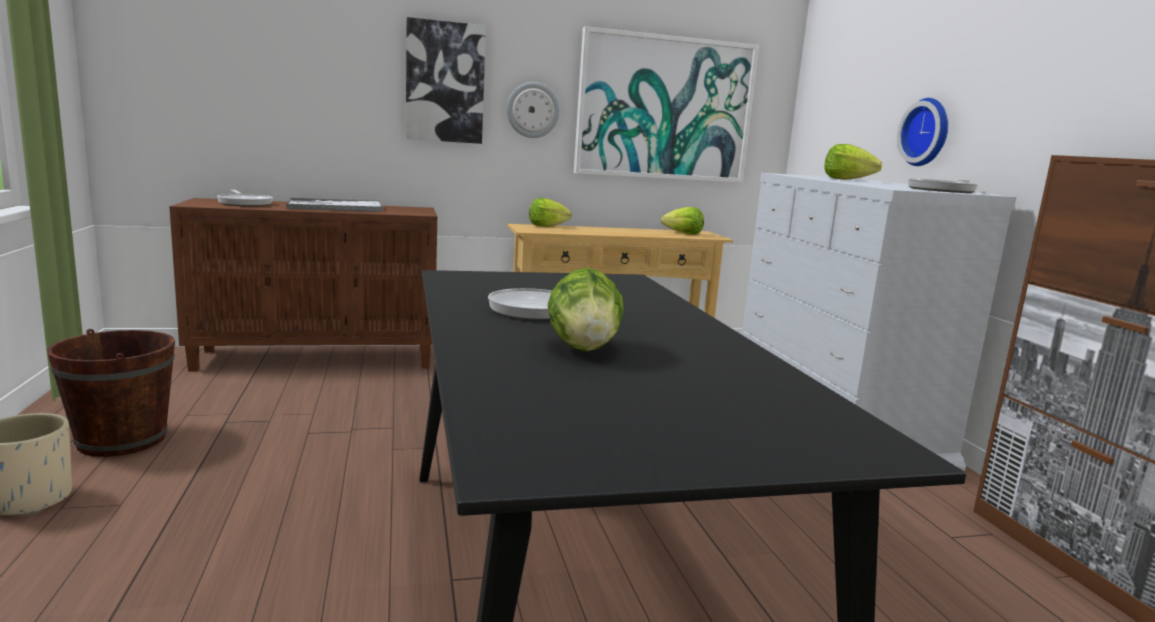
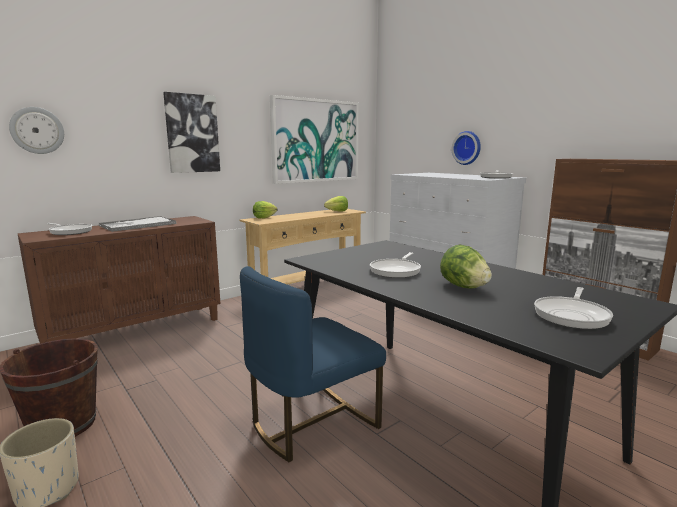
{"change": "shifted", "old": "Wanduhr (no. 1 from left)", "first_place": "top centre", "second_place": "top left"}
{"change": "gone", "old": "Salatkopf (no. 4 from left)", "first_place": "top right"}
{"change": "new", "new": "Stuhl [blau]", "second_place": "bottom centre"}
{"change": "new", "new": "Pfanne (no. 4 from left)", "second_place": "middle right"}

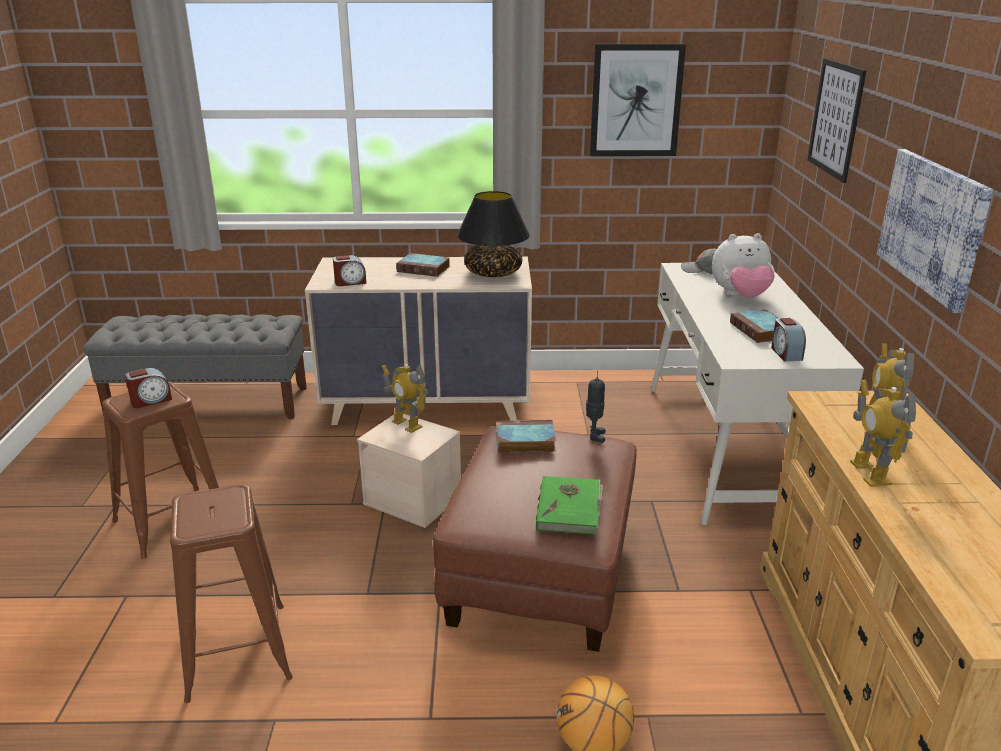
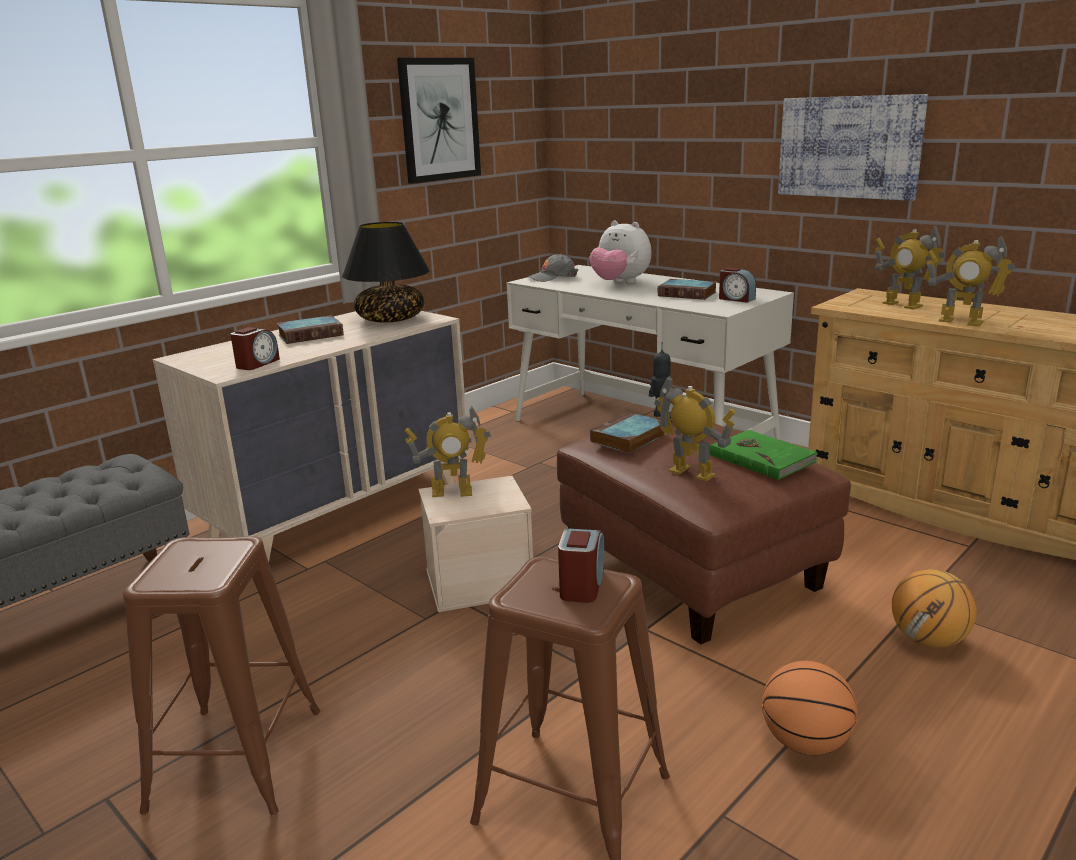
{"change": "gone", "old": "Bild (no. 2 from left)", "first_place": "top right"}
{"change": "rotated", "old": "Plüschtier", "first_place": "middle right", "second_place": "top centre", "degrees": 90}
{"change": "shifted", "old": "Wecker (no. 1 from left in the first image)", "new": "Wecker (no. 2 from left)", "first_place": "middle left", "second_place": "centre"}
{"change": "new", "new": "Spielzeugroboter (no. 3 from left)", "second_place": "centre"}
{"change": "new", "new": "Basketball (no. 1 from left)", "second_place": "bottom right"}

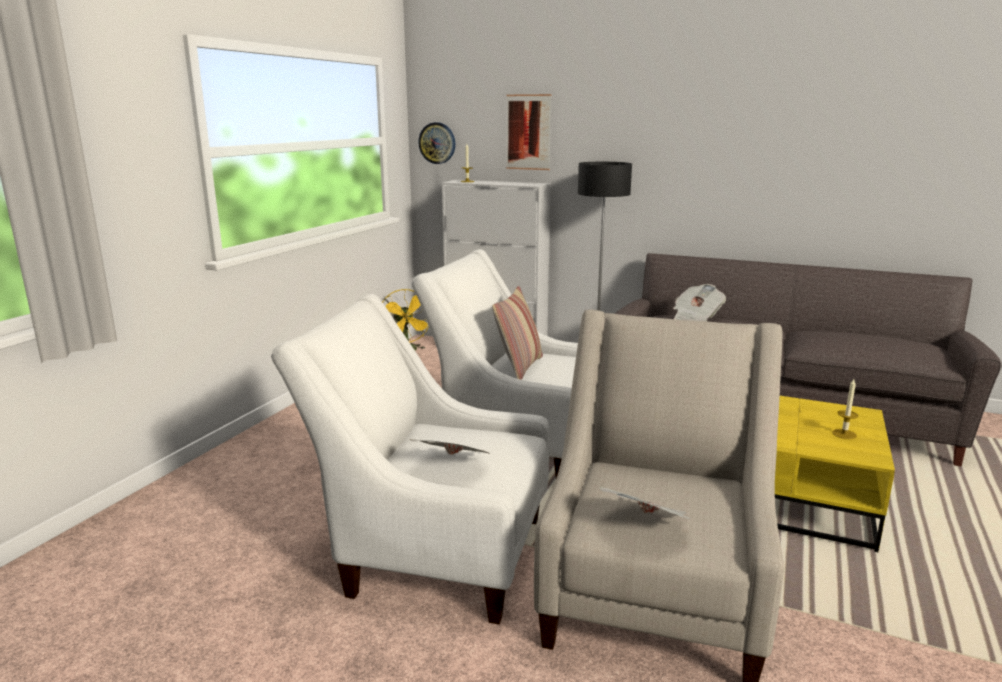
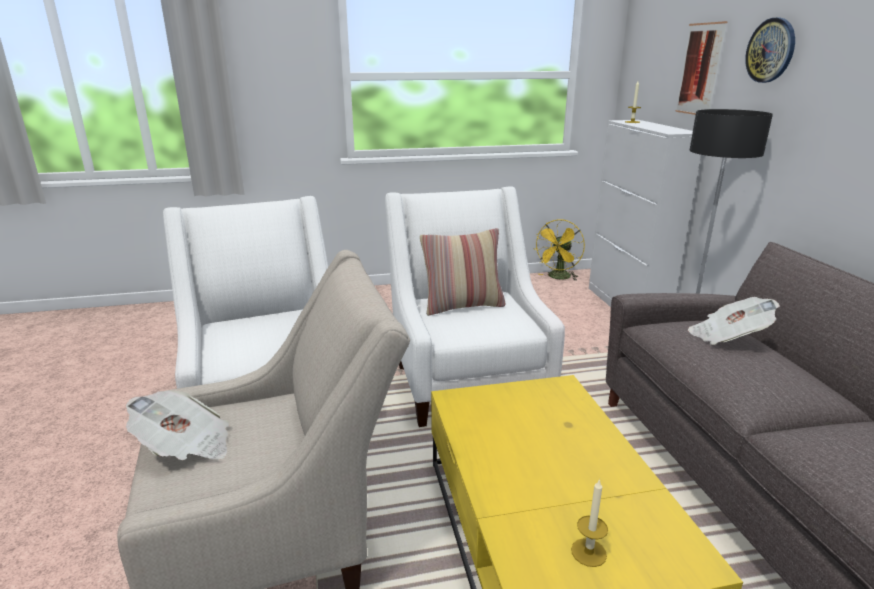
{"change": "shifted", "old": "Wanduhr", "first_place": "top centre", "second_place": "top right"}
{"change": "gone", "old": "Zeitung (no. 1 from left)", "first_place": "centre"}

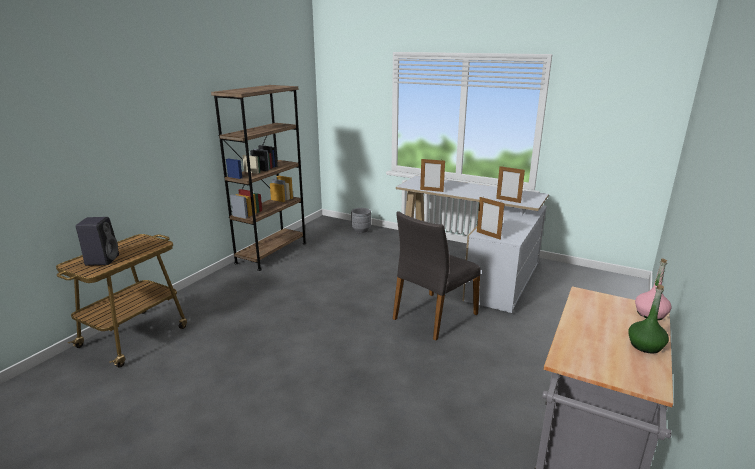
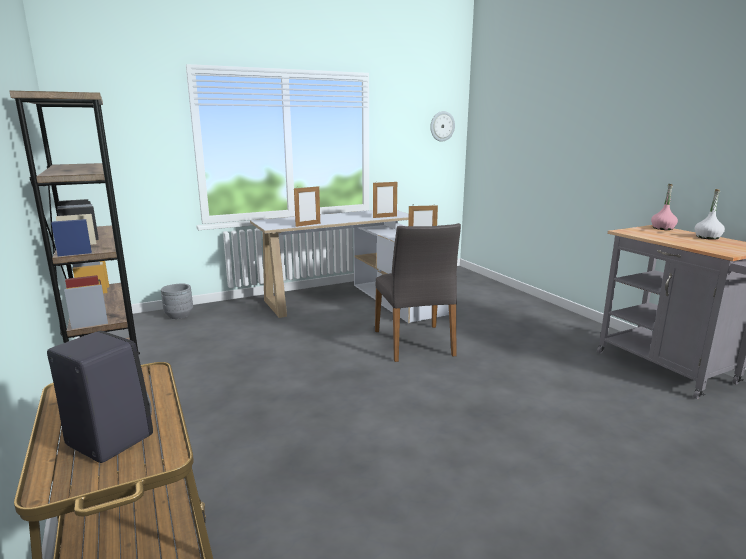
{"change": "repainted", "old": "Flasche [grün]", "new": "Flasche [weiß]", "first_place": "bottom right", "second_place": "middle right"}
{"change": "new", "new": "Wanduhr", "second_place": "top centre"}

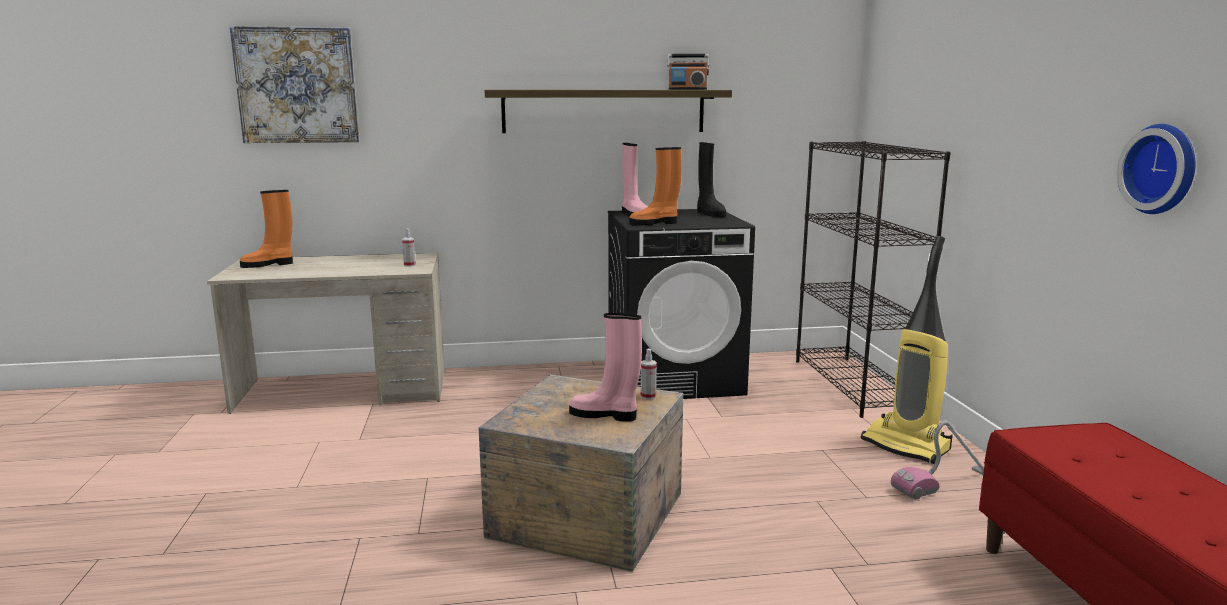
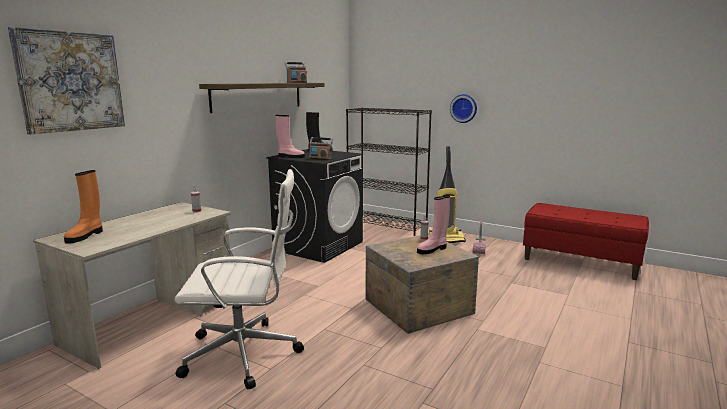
{"change": "shifted", "old": "Wanduhr", "first_place": "top right", "second_place": "top centre"}
{"change": "swapped", "old": "Stiefel [orange] (no. 2 from left)", "new": "Radio (no. 2 from left)", "first_place": "top centre", "second_place": "centre"}
{"change": "new", "new": "Bürostuhl [weiß]", "second_place": "bottom left"}

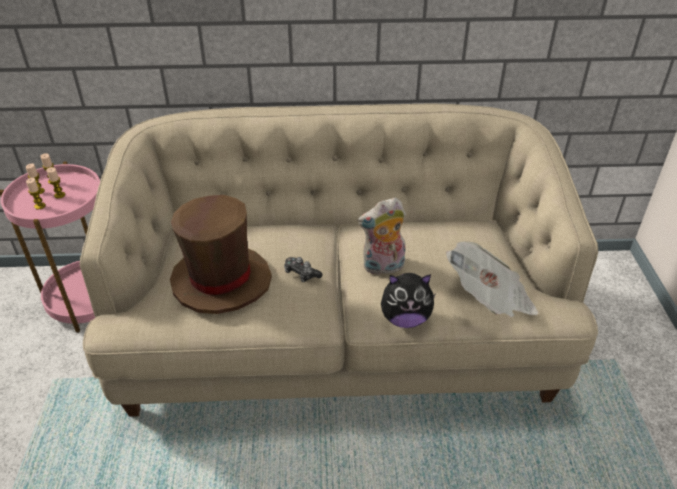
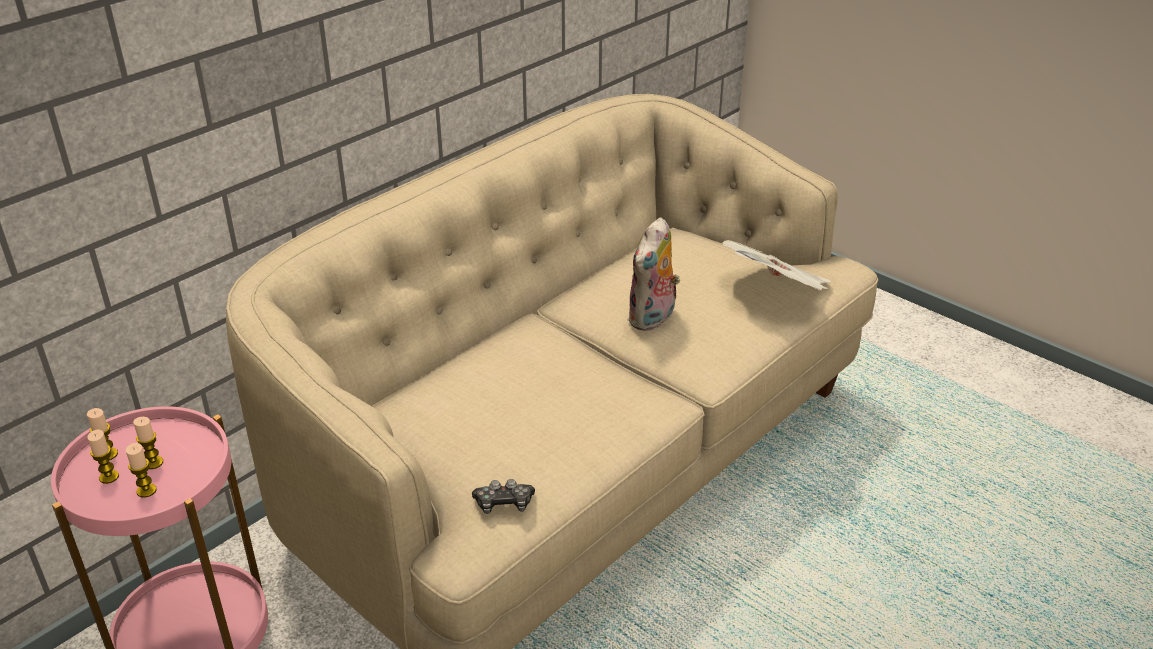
{"change": "gone", "old": "Hut [braun]", "first_place": "middle left"}
{"change": "shifted", "old": "Gamepad", "first_place": "centre", "second_place": "bottom centre"}
{"change": "gone", "old": "Plüschtier (no. 2 from left)", "first_place": "centre"}

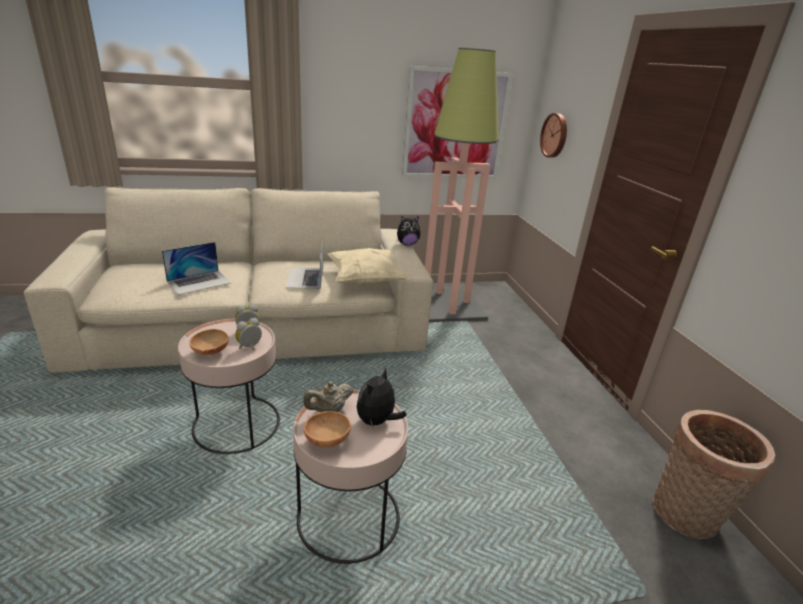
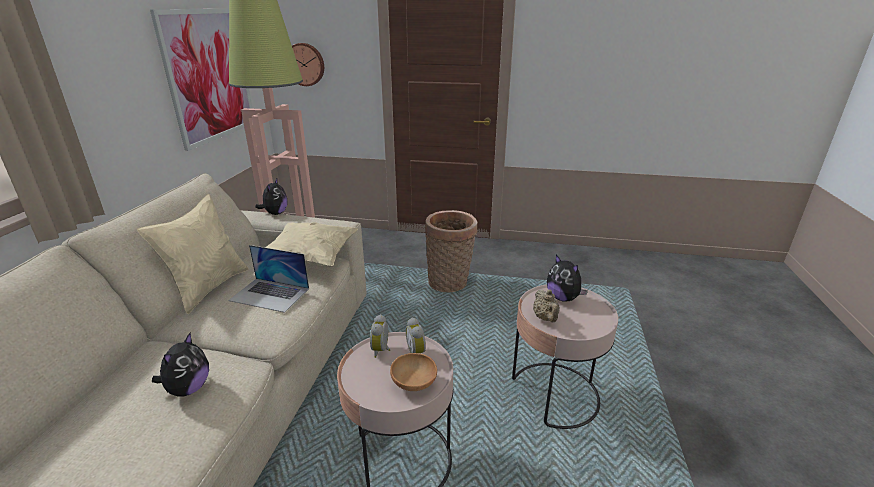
{"change": "swapped", "old": "Laptop (no. 1 from left)", "new": "Plüschtier (no. 1 from left)", "first_place": "middle left", "second_place": "bottom left"}
{"change": "shifted", "old": "Korb", "first_place": "bottom right", "second_place": "centre"}
{"change": "gone", "old": "Schüssel [braun] (no. 2 from left)", "first_place": "bottom centre"}
{"change": "new", "new": "Kissen [beige] (no. 1 from left)", "second_place": "middle left"}

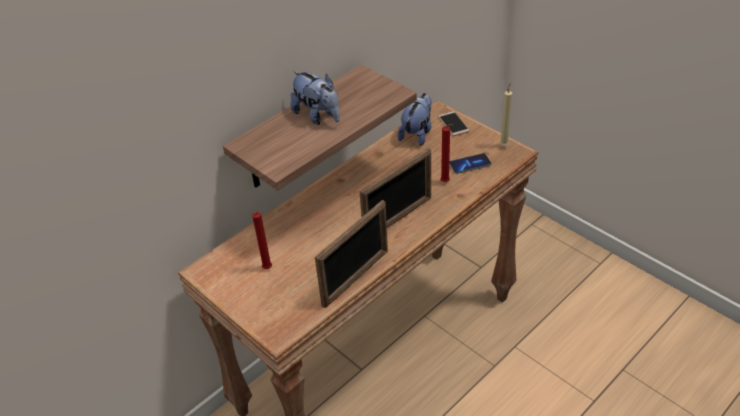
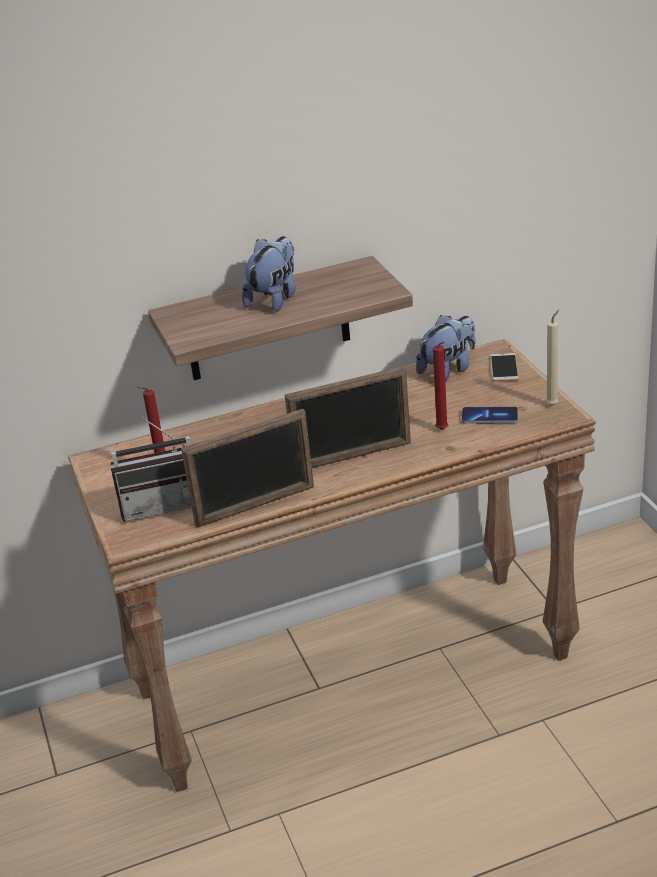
{"change": "rotated", "old": "Plüschtier (no. 1 from left)", "first_place": "top centre", "second_place": "top centre", "degrees": -135}
{"change": "new", "new": "Radio", "second_place": "middle left"}

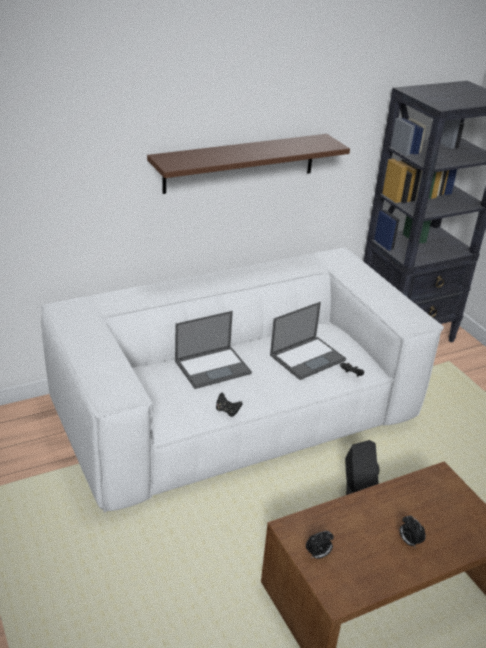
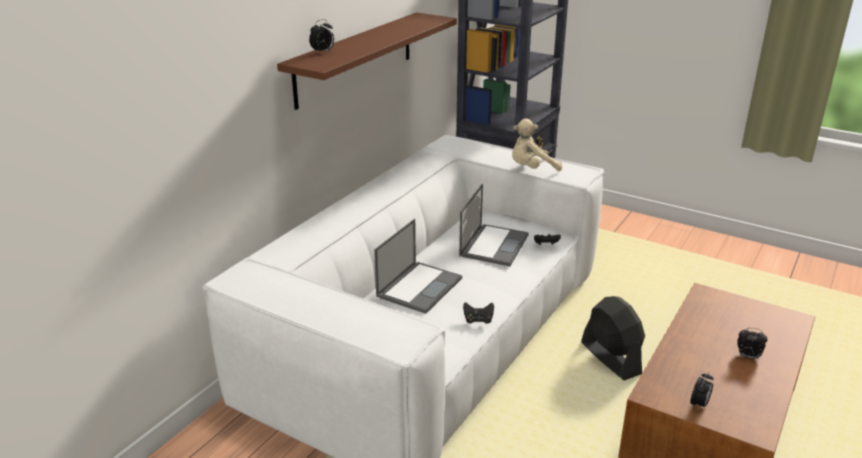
{"change": "new", "new": "Wecker (no. 1 from left)", "second_place": "top centre"}
{"change": "new", "new": "Plüschtier [beige]", "second_place": "top centre"}

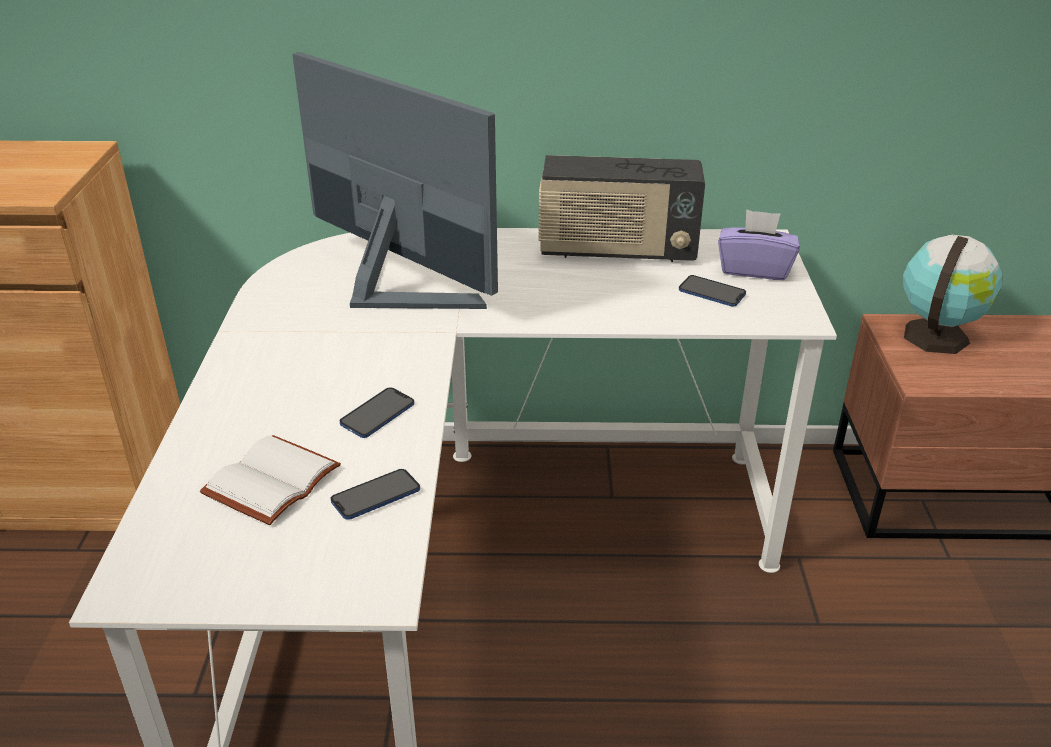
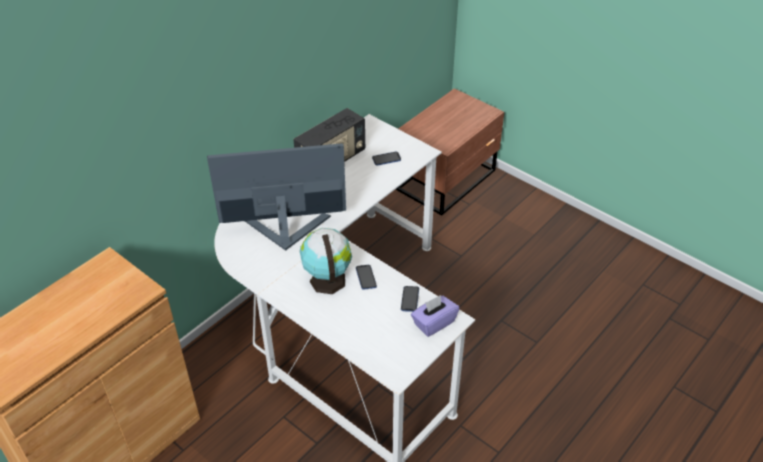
{"change": "shifted", "old": "Taschentuchbox [lila]", "first_place": "top right", "second_place": "bottom centre"}
{"change": "shifted", "old": "Globus", "first_place": "middle right", "second_place": "centre"}
{"change": "gone", "old": "Buch [weiß]", "first_place": "middle left"}

